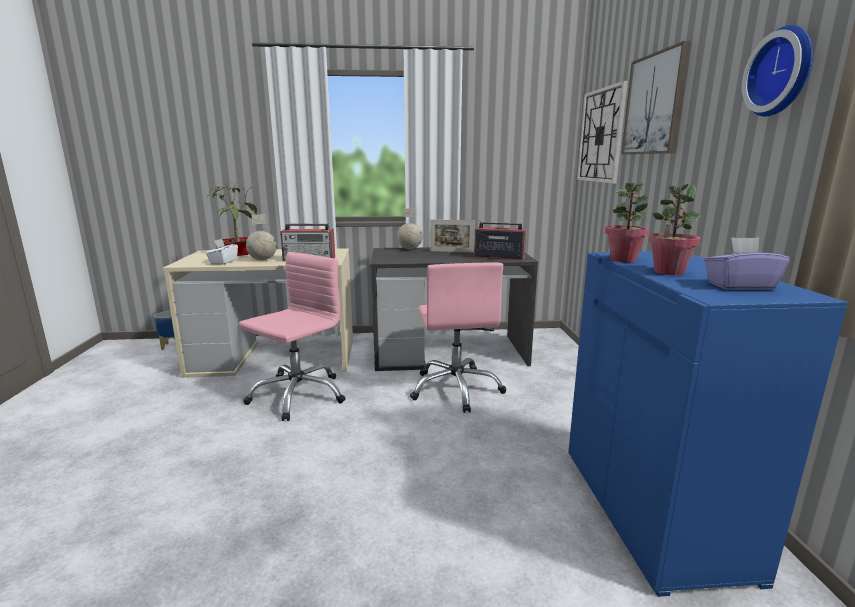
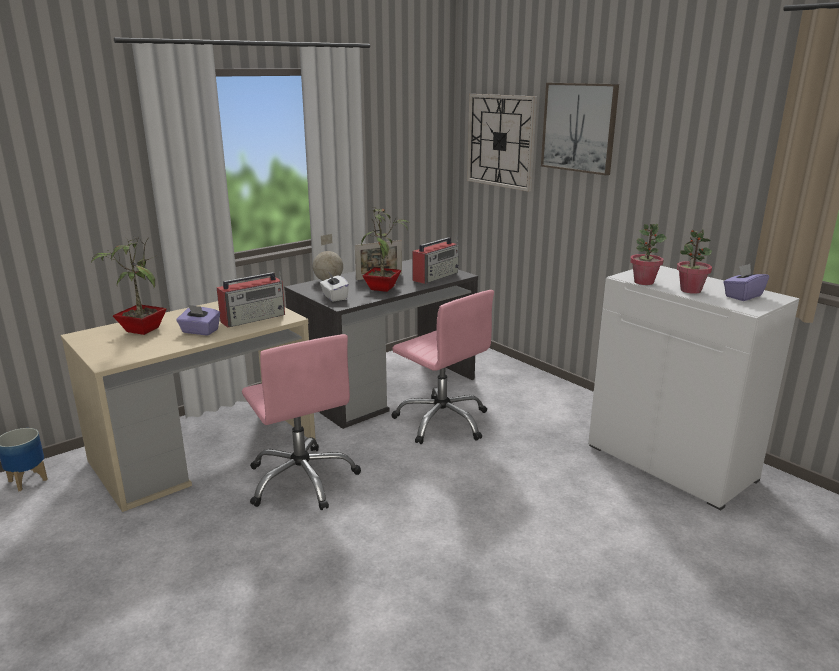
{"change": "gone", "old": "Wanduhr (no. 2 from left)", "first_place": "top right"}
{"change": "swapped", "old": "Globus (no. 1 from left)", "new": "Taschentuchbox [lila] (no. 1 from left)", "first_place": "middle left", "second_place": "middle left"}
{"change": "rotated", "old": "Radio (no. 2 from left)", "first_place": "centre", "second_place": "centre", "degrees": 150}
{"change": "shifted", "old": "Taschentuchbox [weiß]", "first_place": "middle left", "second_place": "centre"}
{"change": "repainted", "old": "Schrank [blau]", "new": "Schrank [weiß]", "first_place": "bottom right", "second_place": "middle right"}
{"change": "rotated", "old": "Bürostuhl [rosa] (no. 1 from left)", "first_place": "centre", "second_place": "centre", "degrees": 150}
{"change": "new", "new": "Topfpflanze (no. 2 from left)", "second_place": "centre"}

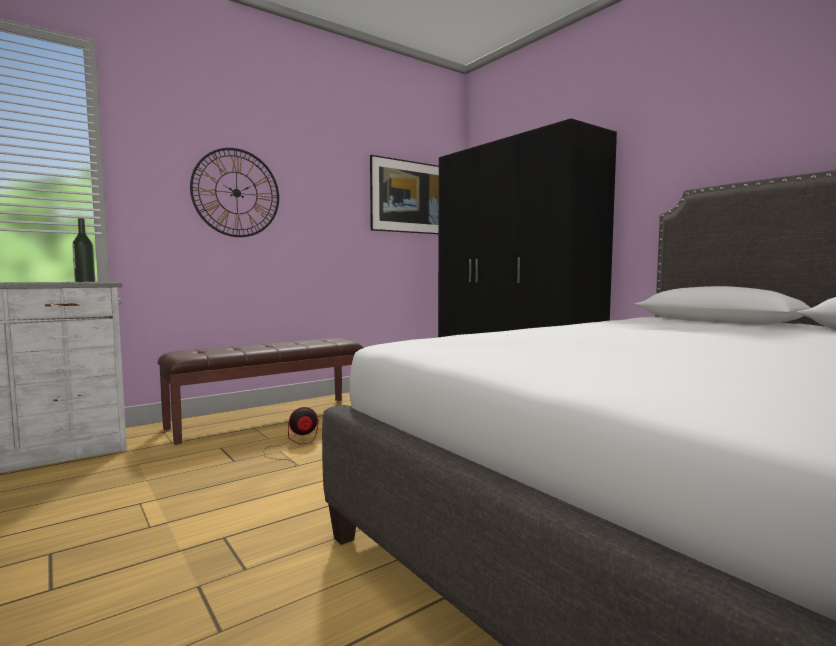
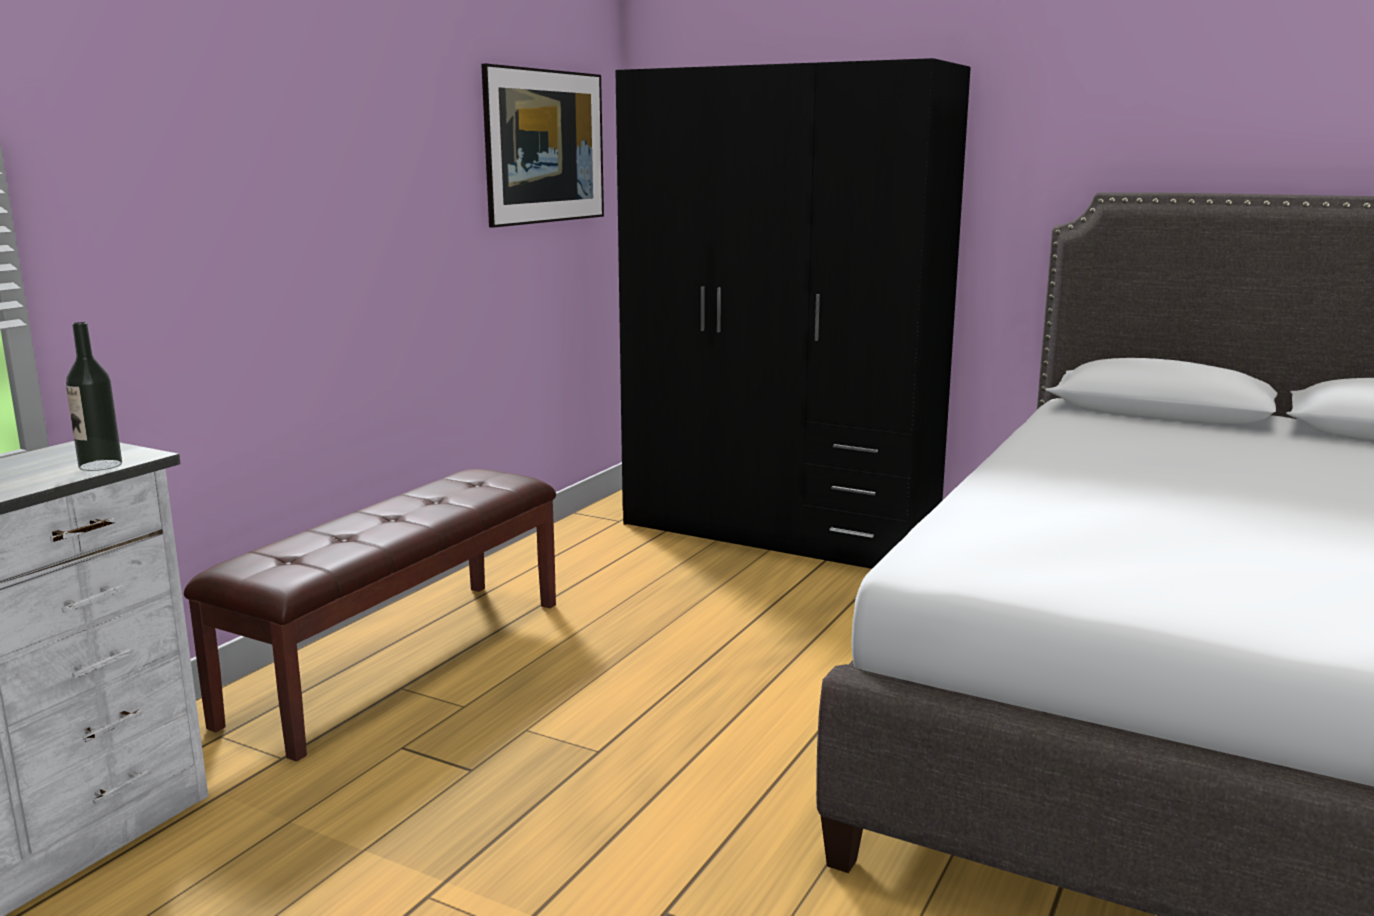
{"change": "gone", "old": "Wanduhr", "first_place": "top left"}
{"change": "gone", "old": "Ventilator", "first_place": "bottom centre"}

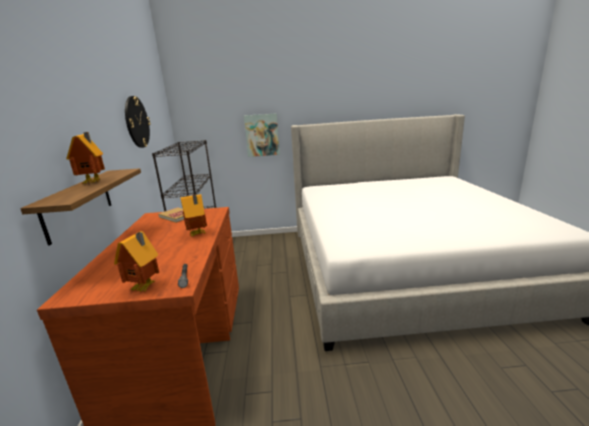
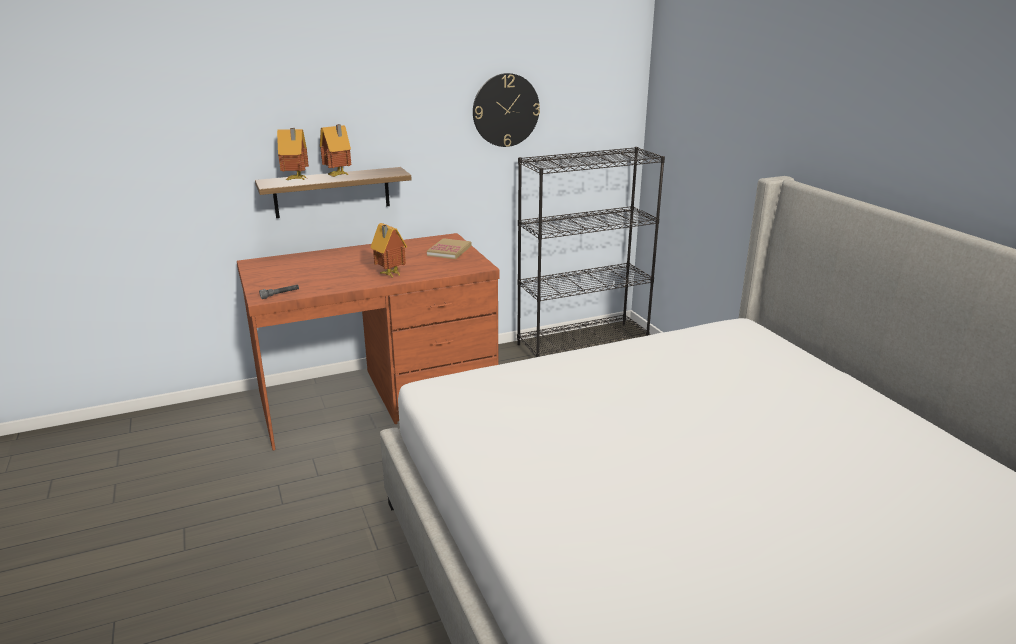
{"change": "gone", "old": "Bild", "first_place": "top centre"}
{"change": "shifted", "old": "Spielzeughaus (no. 2 from left in the first image)", "new": "Spielzeughaus (no. 1 from left)", "first_place": "middle left", "second_place": "top left"}

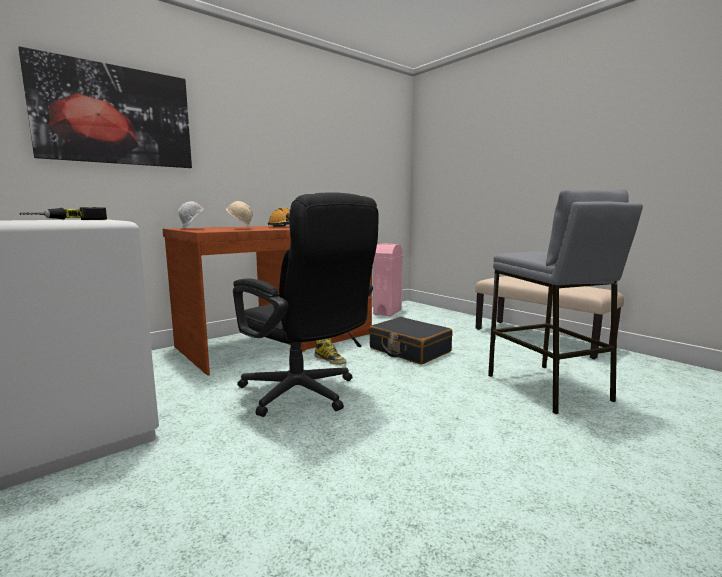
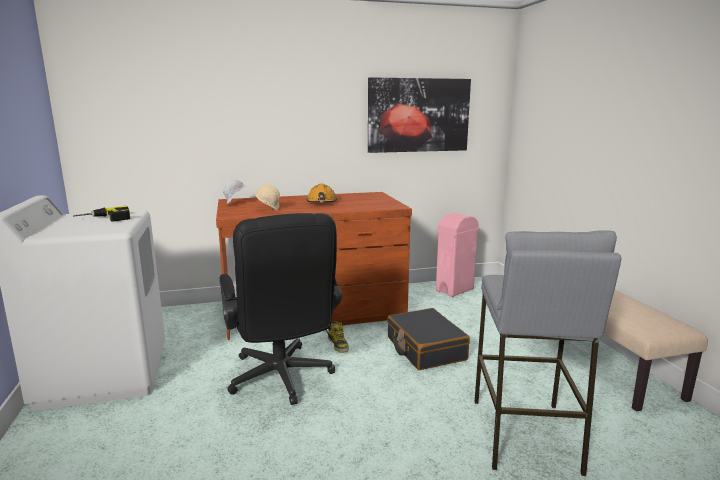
{"change": "shifted", "old": "Bild", "first_place": "top left", "second_place": "top centre"}

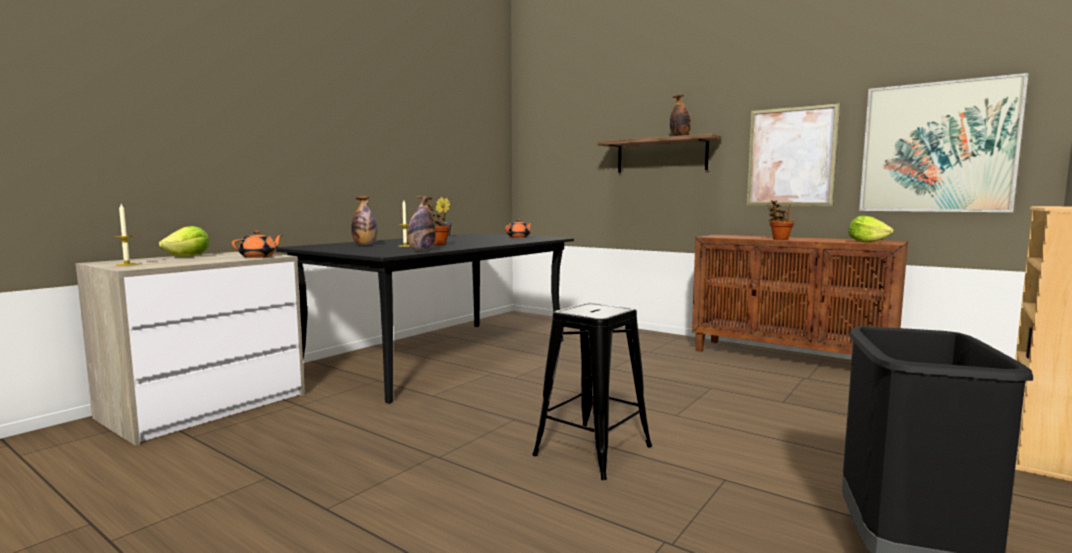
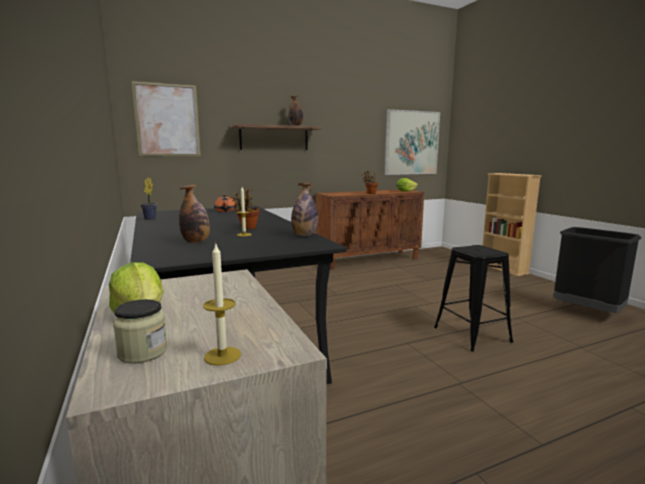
{"change": "shifted", "old": "Bild (no. 1 from left)", "first_place": "top right", "second_place": "top left"}
{"change": "gone", "old": "Teekanne [orange] (no. 1 from left)", "first_place": "middle left"}
{"change": "new", "new": "Vorratsglas", "second_place": "bottom left"}

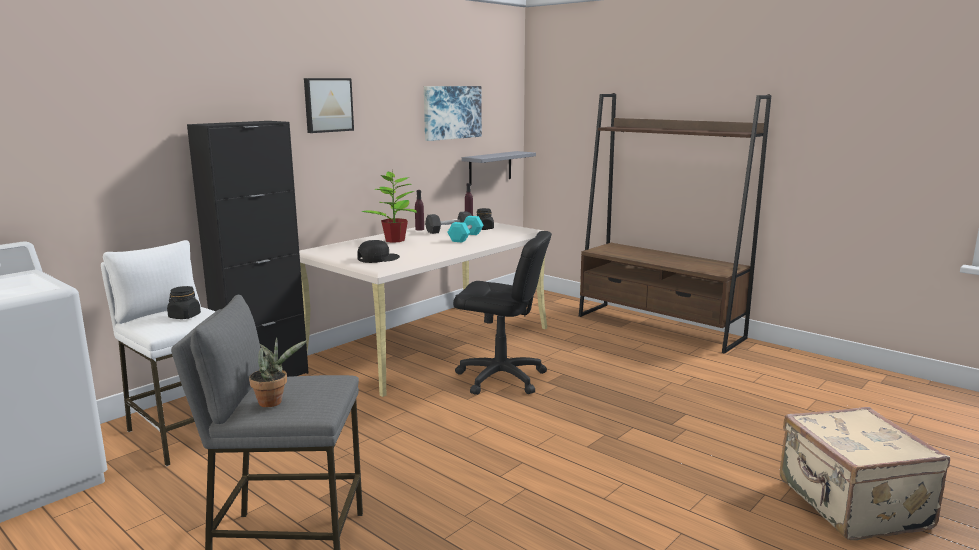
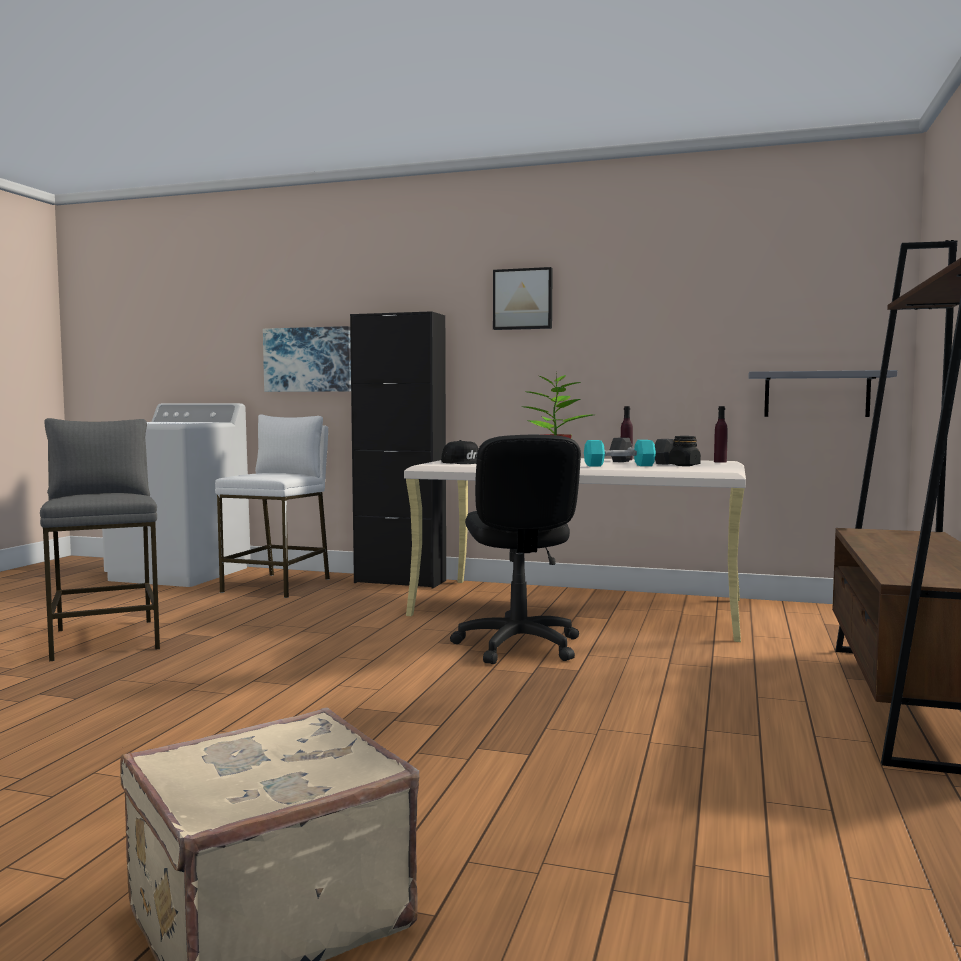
{"change": "shifted", "old": "Bild (no. 2 from left in the first image)", "new": "Bild (no. 1 from left)", "first_place": "top centre", "second_place": "middle left"}
{"change": "gone", "old": "Vorratsglas [schwarz] (no. 1 from left)", "first_place": "middle left"}
{"change": "gone", "old": "Topfpflanze (no. 1 from left)", "first_place": "bottom left"}

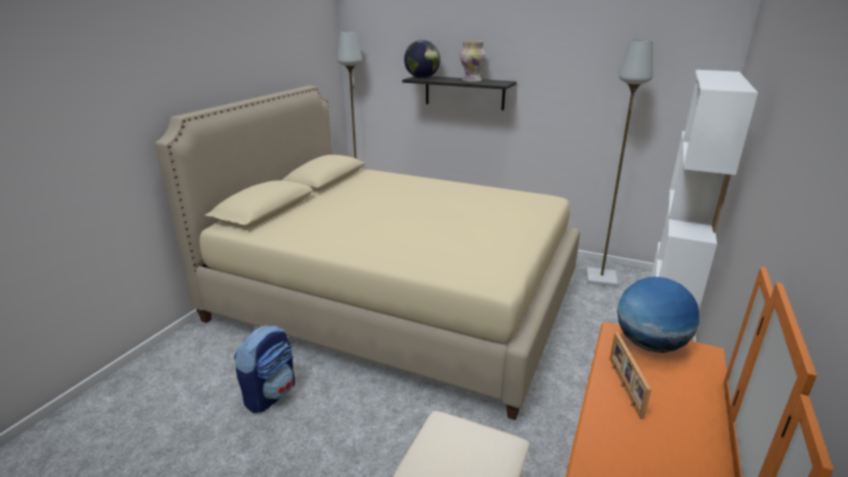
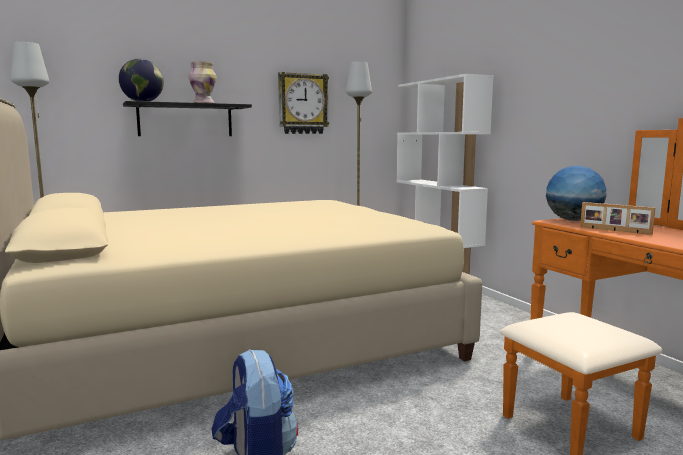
{"change": "new", "new": "Wanduhr", "second_place": "top centre"}

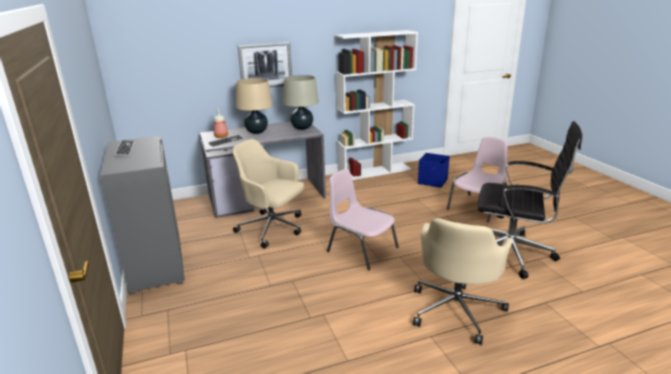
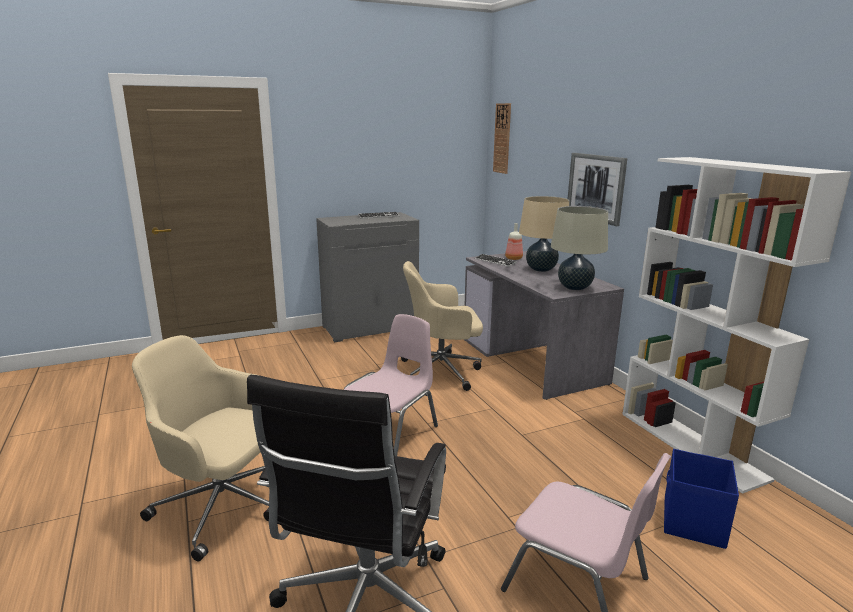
{"change": "rotated", "old": "Bürostuhl [beige] (no. 1 from left in the first image)", "first_place": "centre", "second_place": "centre", "degrees": -120}
{"change": "new", "new": "Wanduhr", "second_place": "top centre"}

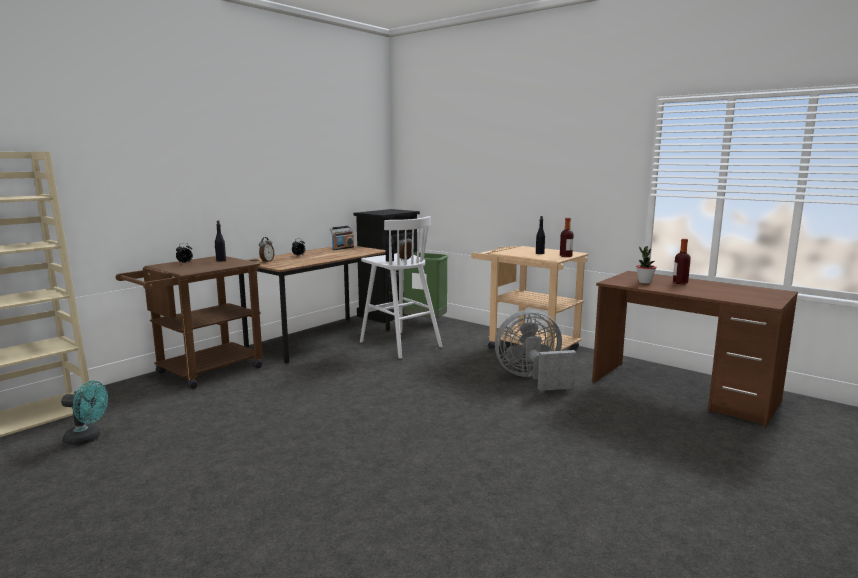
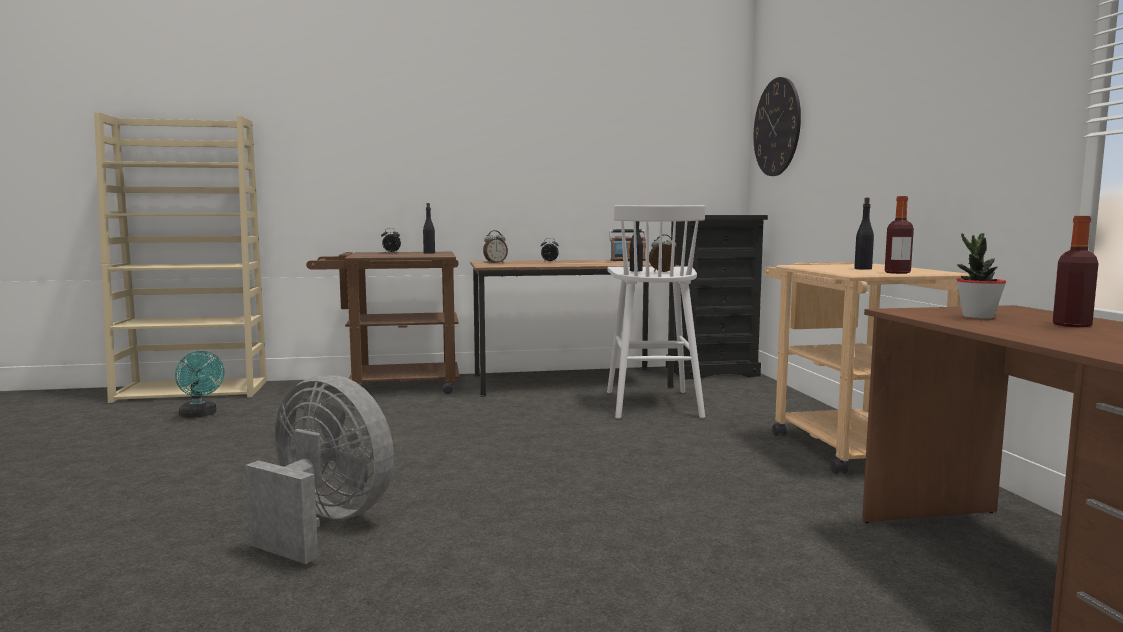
{"change": "gone", "old": "Mülleimer [grün]", "first_place": "centre"}
{"change": "shifted", "old": "Ventilator [grau]", "first_place": "centre", "second_place": "bottom left"}
{"change": "new", "new": "Wanduhr", "second_place": "top right"}

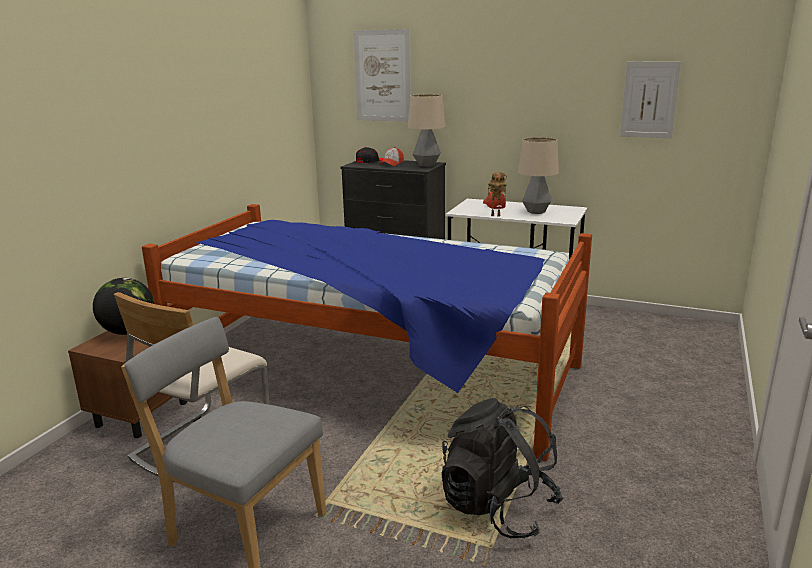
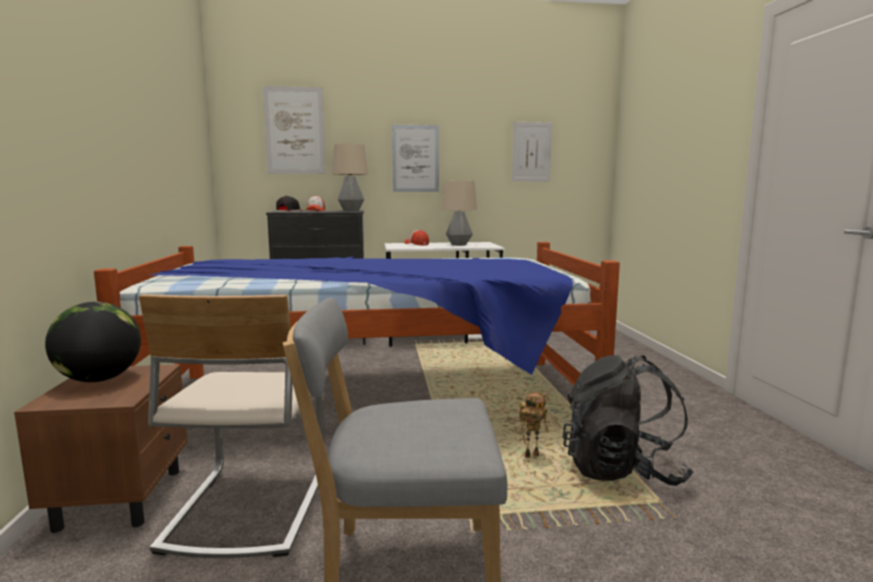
{"change": "shifted", "old": "Spielzeugroboter", "first_place": "centre", "second_place": "bottom centre"}
{"change": "new", "new": "Bild (no. 2 from left)", "second_place": "top centre"}

